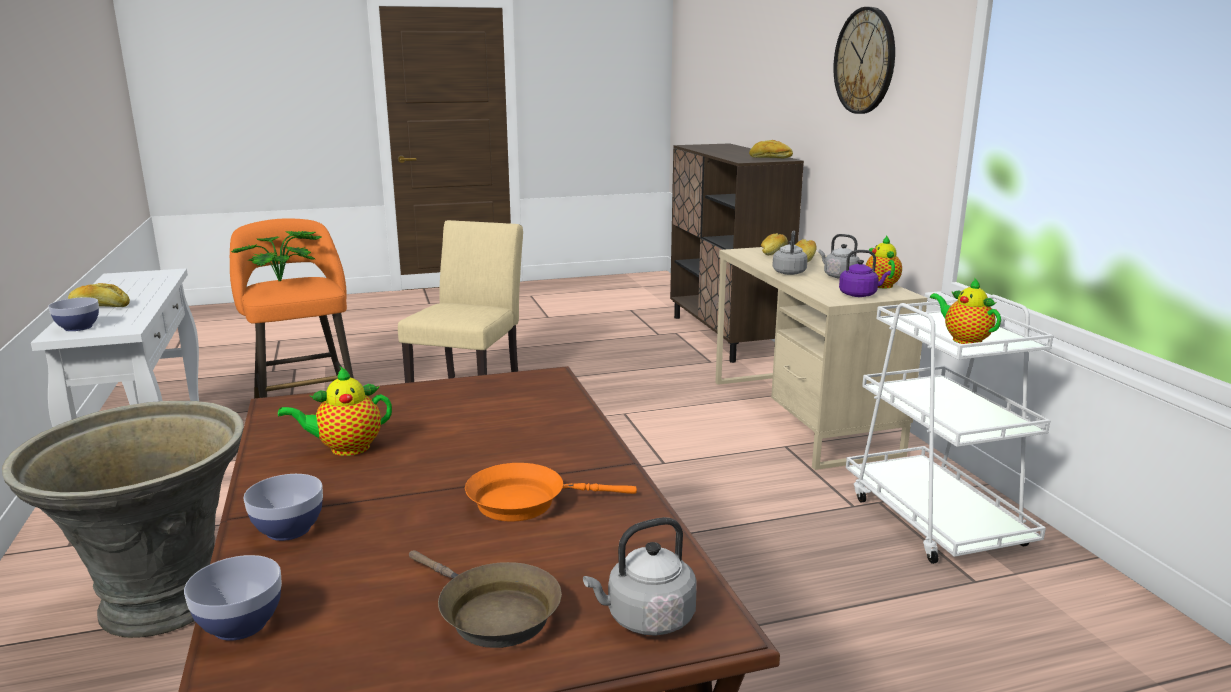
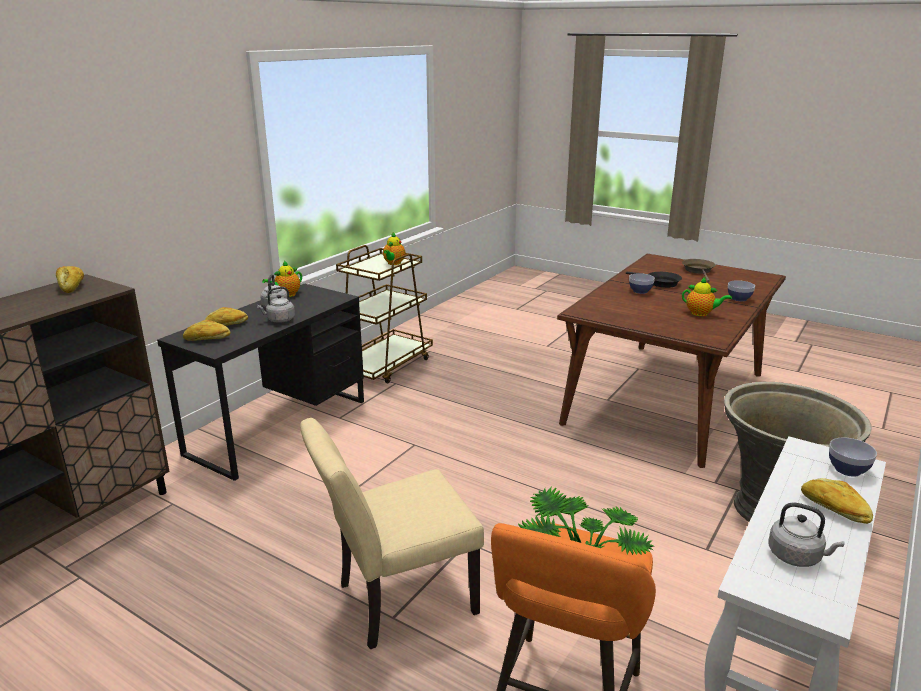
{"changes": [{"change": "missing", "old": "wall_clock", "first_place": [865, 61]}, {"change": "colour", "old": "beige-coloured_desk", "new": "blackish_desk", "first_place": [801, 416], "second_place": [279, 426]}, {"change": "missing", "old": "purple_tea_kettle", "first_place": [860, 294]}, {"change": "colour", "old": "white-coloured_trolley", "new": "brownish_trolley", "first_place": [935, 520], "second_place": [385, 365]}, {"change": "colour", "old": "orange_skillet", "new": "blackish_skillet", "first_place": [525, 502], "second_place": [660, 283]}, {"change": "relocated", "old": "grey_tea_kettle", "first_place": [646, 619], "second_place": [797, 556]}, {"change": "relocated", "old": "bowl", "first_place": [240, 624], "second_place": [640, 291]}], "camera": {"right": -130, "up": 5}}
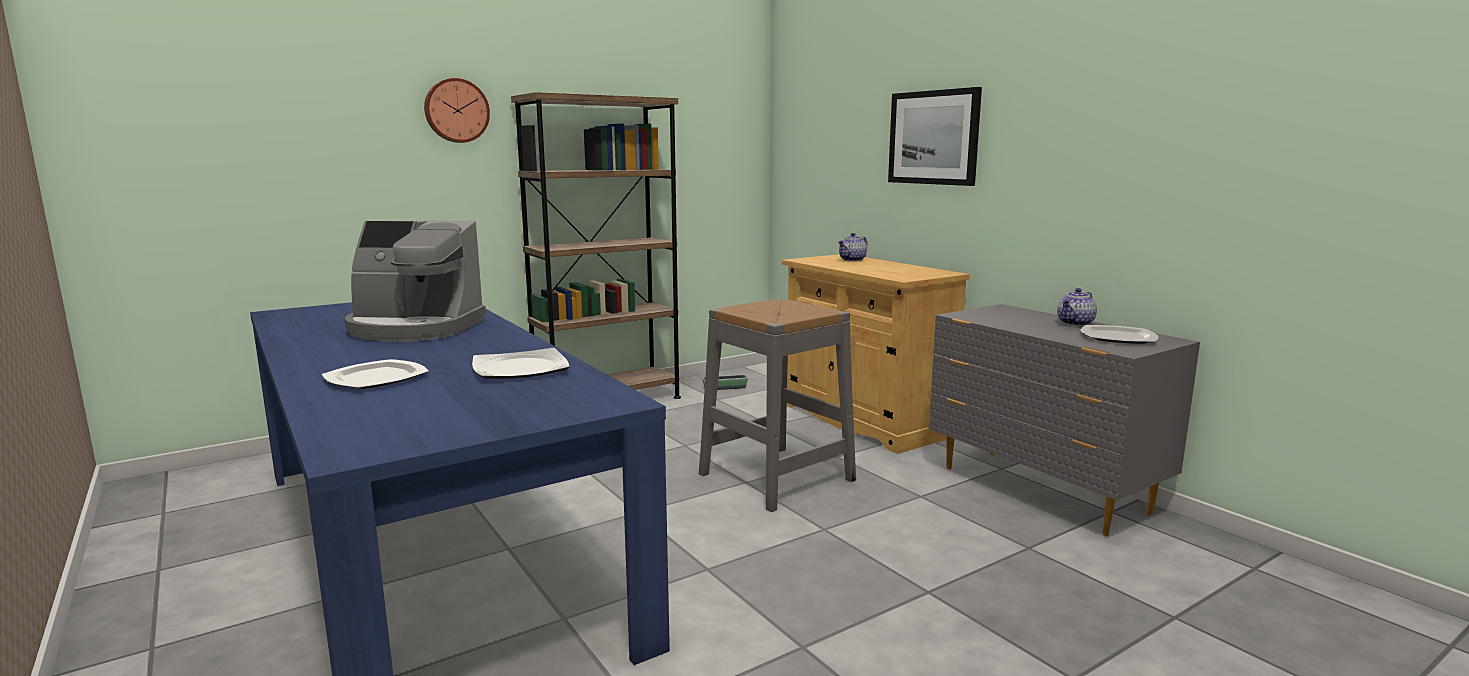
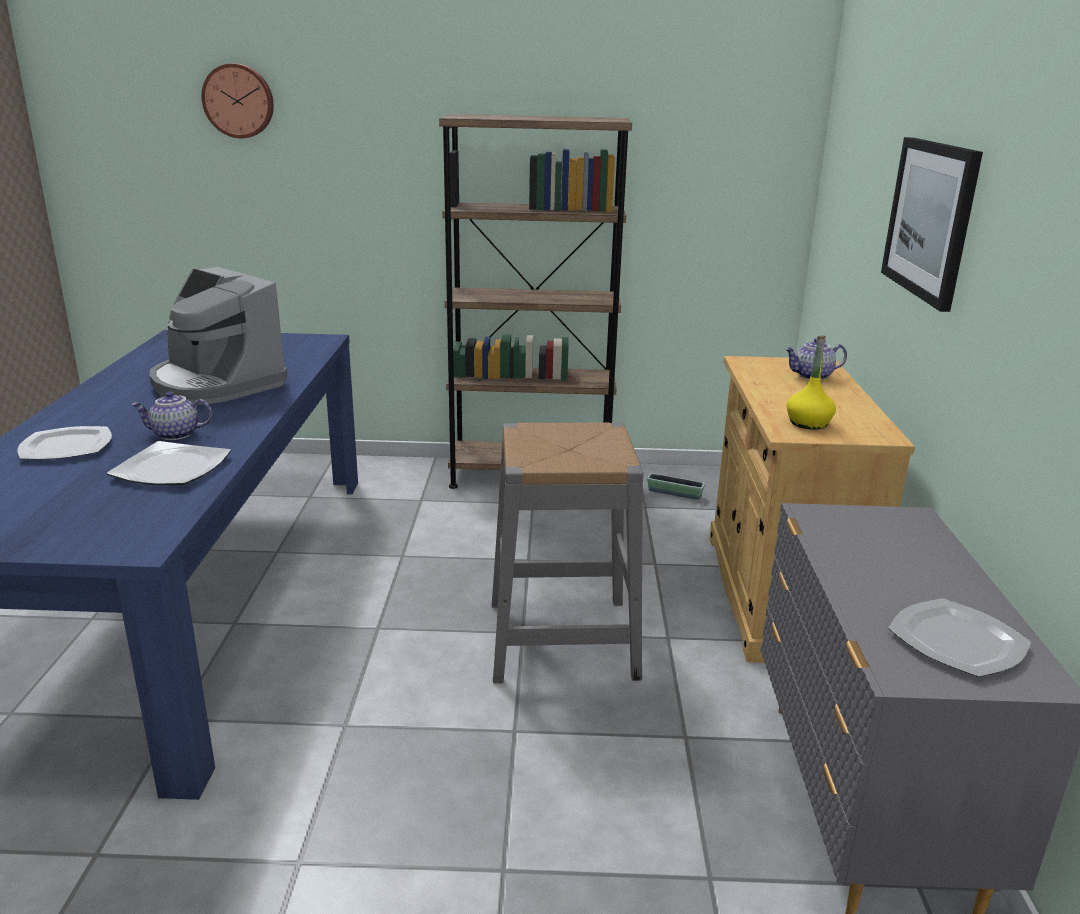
{"changes": [{"change": "relocated", "old": "wall_clock", "first_place": [456, 110], "second_place": [239, 101]}, {"change": "relocated", "old": "pot_for_tea", "first_place": [1076, 323], "second_place": [175, 435]}, {"change": "appeared", "new": "yellow-coloured_beverage_bottle", "second_place": [808, 423]}], "camera": {"right": 35, "up": 10}}
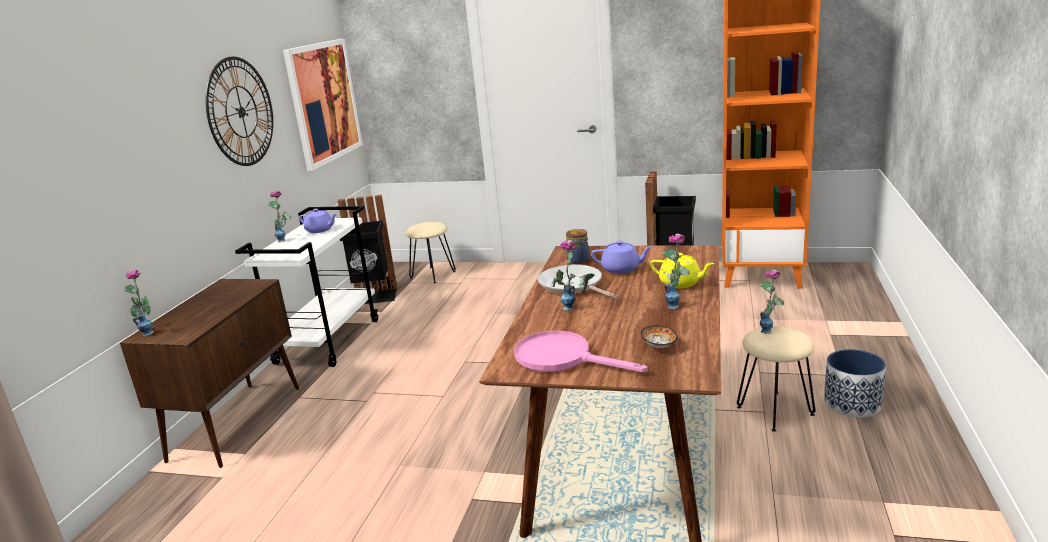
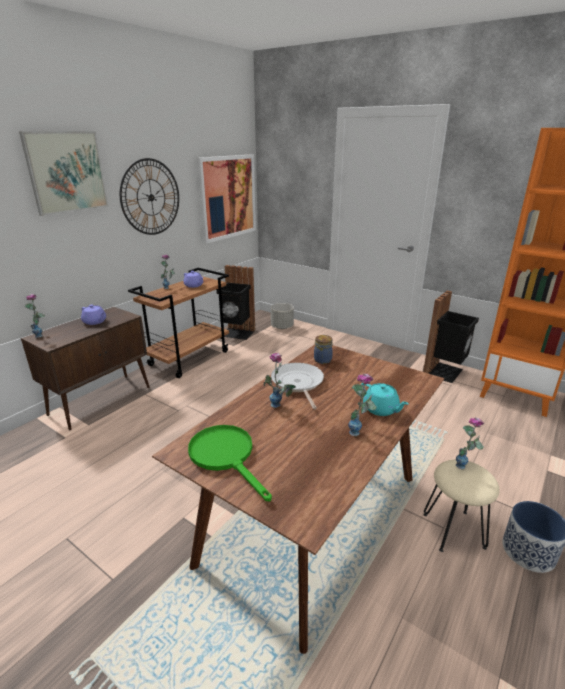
{"changes": [{"change": "colour", "old": "white-coloured_trolley", "new": "brownish_trolley", "first_place": [328, 341], "second_place": [189, 358]}, {"change": "exchanged", "old": "beige-coloured_sitting_stool", "new": "grey_planter", "first_place": [433, 274], "second_place": [282, 327]}, {"change": "relocated", "old": "purple_pot_for_tea", "first_place": [621, 269], "second_place": [95, 322]}, {"change": "colour", "old": "yellow-coloured_pot_for_tea", "new": "turquoise_pot_for_tea", "first_place": [681, 283], "second_place": [381, 409]}, {"change": "missing", "old": "bowl", "first_place": [659, 346]}, {"change": "colour", "old": "pinkish_skillet", "new": "green_skillet", "first_place": [563, 358], "second_place": [226, 456]}, {"change": "appeared", "new": "wall_picture", "second_place": [66, 172]}], "camera": {"right": 20, "up": 5}}
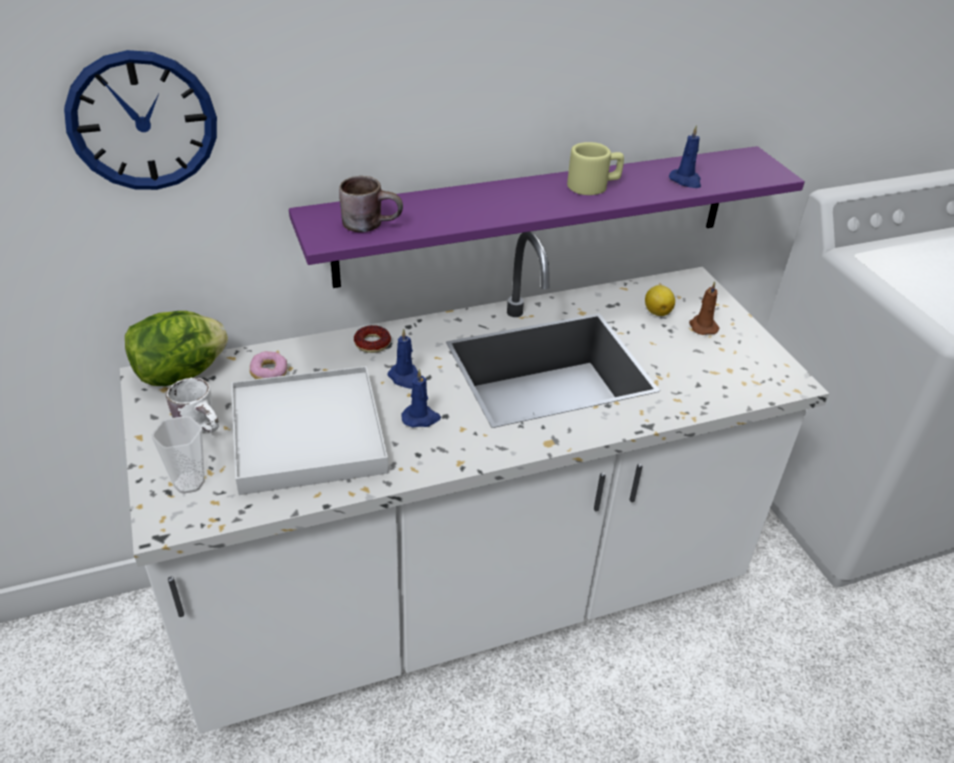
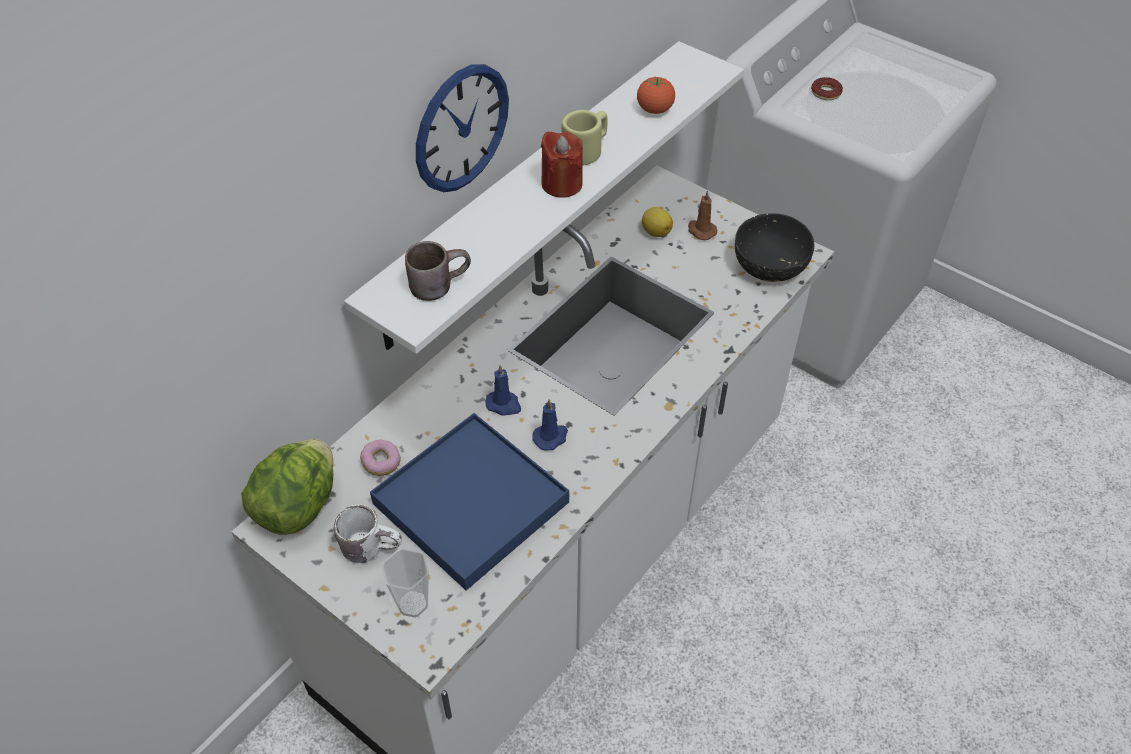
{"changes": [{"change": "relocated", "old": "wall_clock", "first_place": [142, 122], "second_place": [461, 128]}, {"change": "exchanged", "old": "bluish_wax_light", "new": "whole_tomato", "first_place": [685, 181], "second_place": [654, 110]}, {"change": "colour", "old": "purple_shelf", "new": "white-coloured_shelf", "first_place": [538, 215], "second_place": [532, 191]}, {"change": "relocated", "old": "doughnut", "first_place": [372, 343], "second_place": [825, 92]}, {"change": "colour", "old": "white-coloured_carrying_tray", "new": "bluish_carrying_tray", "first_place": [307, 434], "second_place": [470, 503]}, {"change": "appeared", "new": "red_wax_light", "second_place": [562, 184]}, {"change": "appeared", "new": "blackish_bowl", "second_place": [769, 265]}], "camera": {"right": -30, "up": 10}}
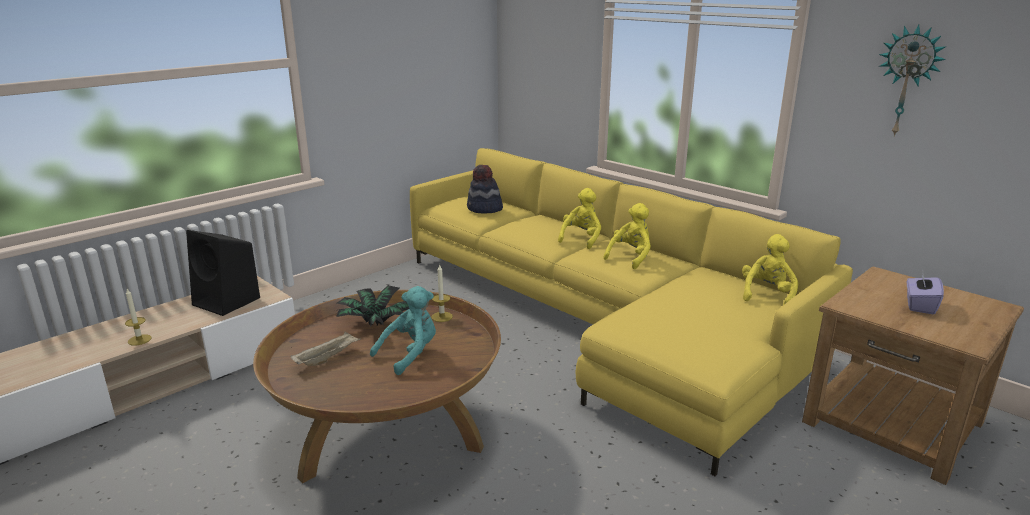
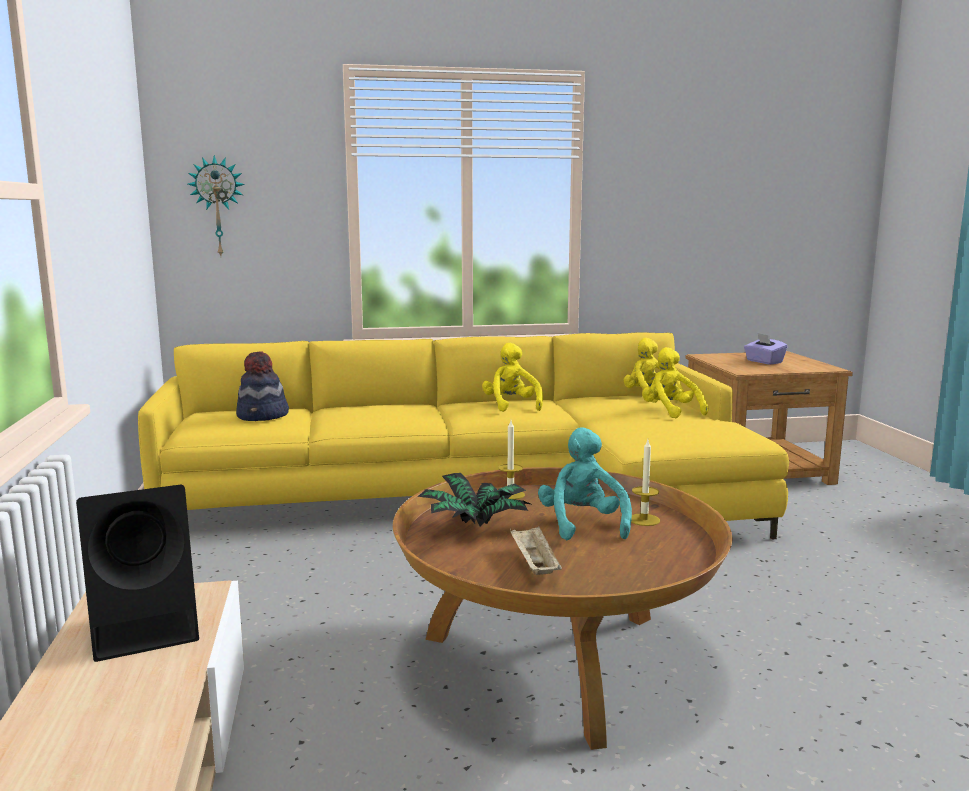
{"changes": [{"change": "relocated", "old": "wall_clock", "first_place": [907, 81], "second_place": [218, 207]}, {"change": "relocated", "old": "yellow-coloured_plush_toy", "first_place": [581, 239], "second_place": [670, 412]}, {"change": "relocated", "old": "wax_light", "first_place": [139, 340], "second_place": [644, 520]}], "camera": {"right": -55, "up": -10}}
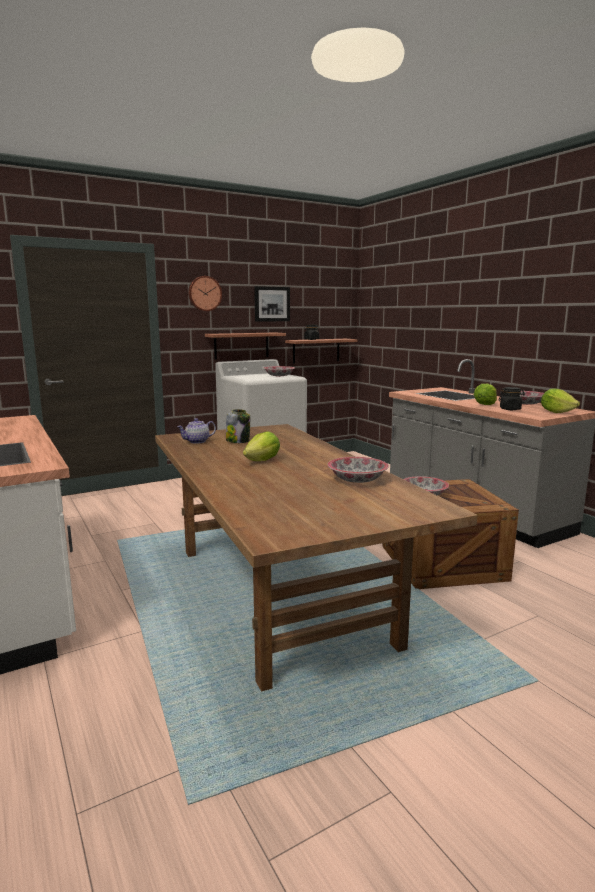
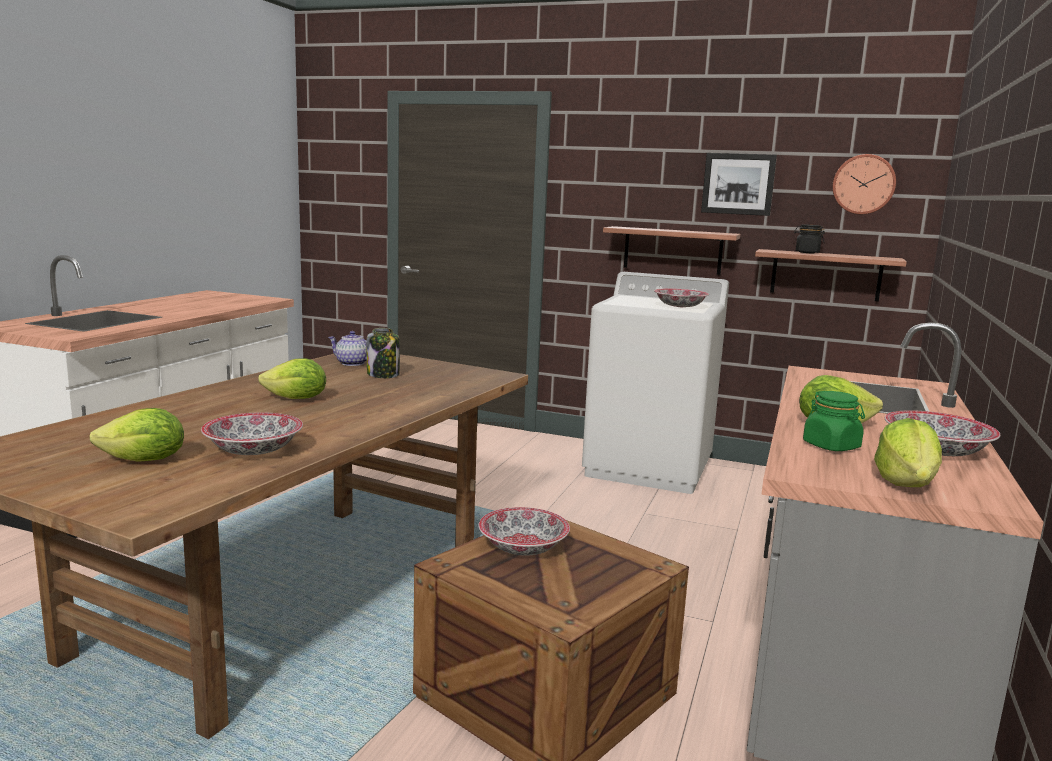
{"changes": [{"change": "relocated", "old": "wall_clock", "first_place": [204, 293], "second_place": [863, 184]}, {"change": "colour", "old": "blackish_jar", "new": "green_jar", "first_place": [510, 409], "second_place": [831, 446]}, {"change": "appeared", "new": "lettuce", "second_place": [144, 461]}], "camera": {"right": 50, "up": 0}}
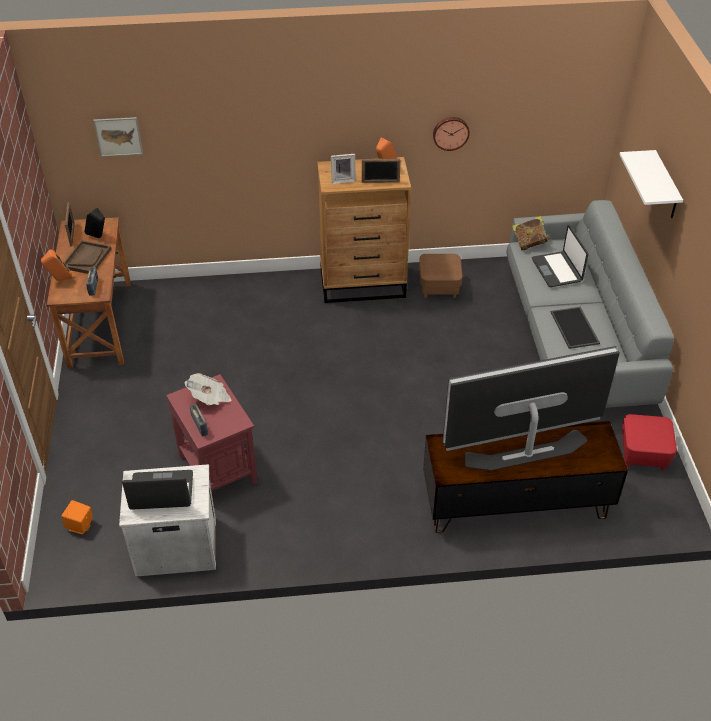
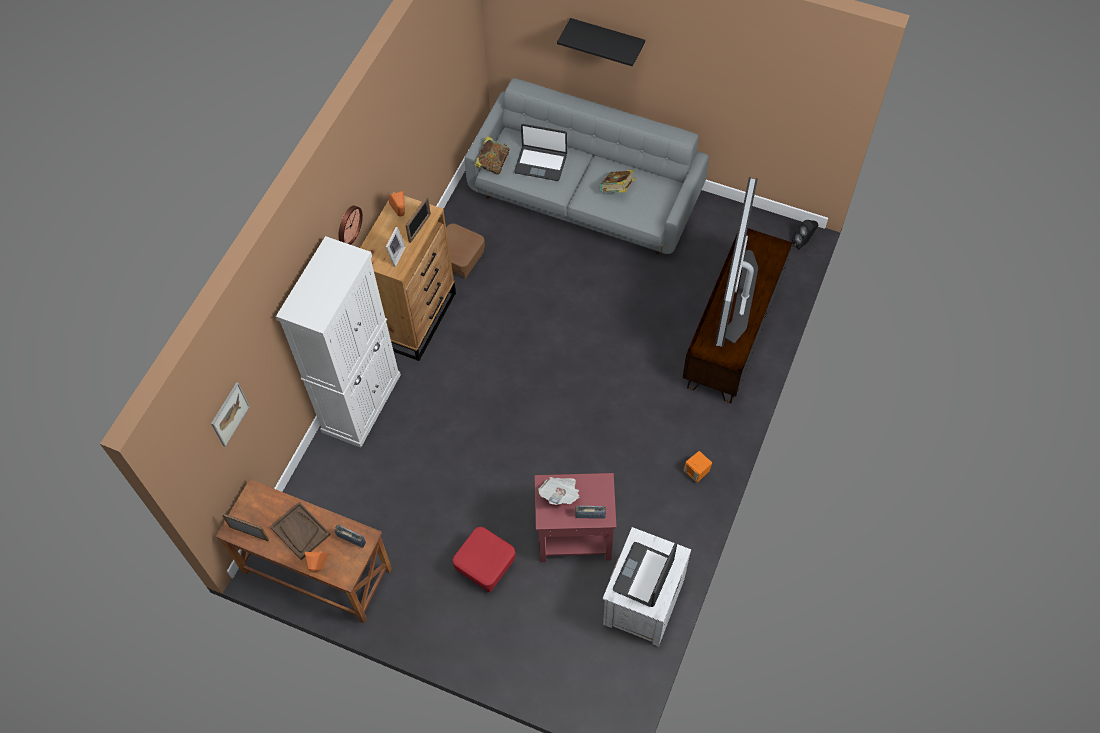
{"changes": [{"change": "relocated", "old": "wall_clock", "first_place": [450, 132], "second_place": [348, 225]}, {"change": "colour", "old": "white-coloured_shelf", "new": "blackish_shelf", "first_place": [665, 186], "second_place": [607, 39]}, {"change": "relocated", "old": "blackish_loudspeaker", "first_place": [99, 237], "second_place": [803, 243]}, {"change": "exchanged", "old": "carrying_tray", "new": "bound_book", "first_place": [575, 328], "second_place": [617, 190]}, {"change": "relocated", "old": "red_pouffe", "first_place": [643, 454], "second_place": [485, 567]}, {"change": "relocated", "old": "orange_loudspeaker", "first_place": [80, 526], "second_place": [696, 472]}, {"change": "appeared", "new": "white-coloured_cupboard", "second_place": [361, 403]}], "camera": {"right": -60, "up": 15}}
